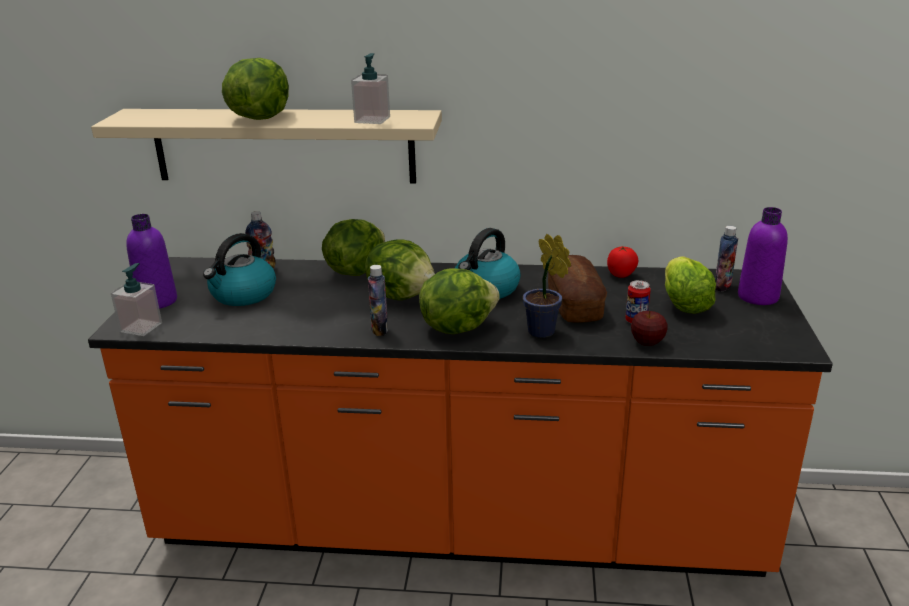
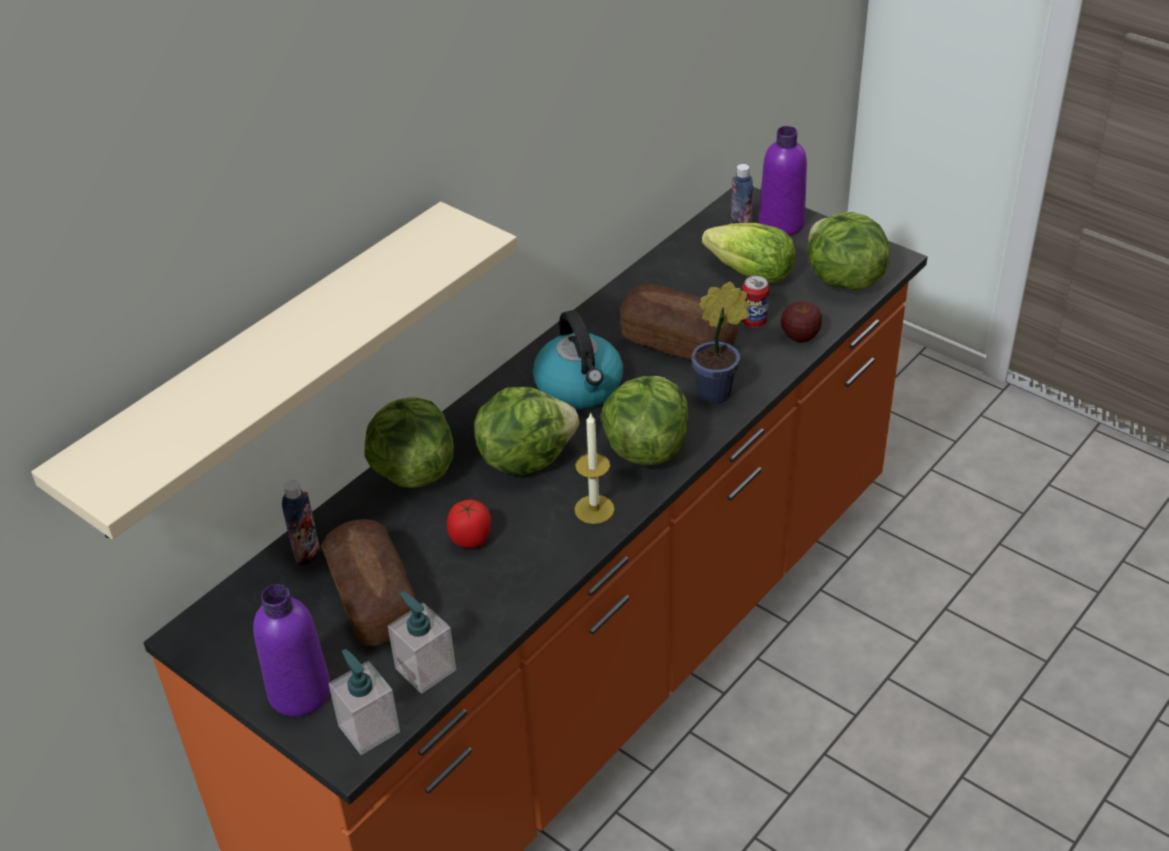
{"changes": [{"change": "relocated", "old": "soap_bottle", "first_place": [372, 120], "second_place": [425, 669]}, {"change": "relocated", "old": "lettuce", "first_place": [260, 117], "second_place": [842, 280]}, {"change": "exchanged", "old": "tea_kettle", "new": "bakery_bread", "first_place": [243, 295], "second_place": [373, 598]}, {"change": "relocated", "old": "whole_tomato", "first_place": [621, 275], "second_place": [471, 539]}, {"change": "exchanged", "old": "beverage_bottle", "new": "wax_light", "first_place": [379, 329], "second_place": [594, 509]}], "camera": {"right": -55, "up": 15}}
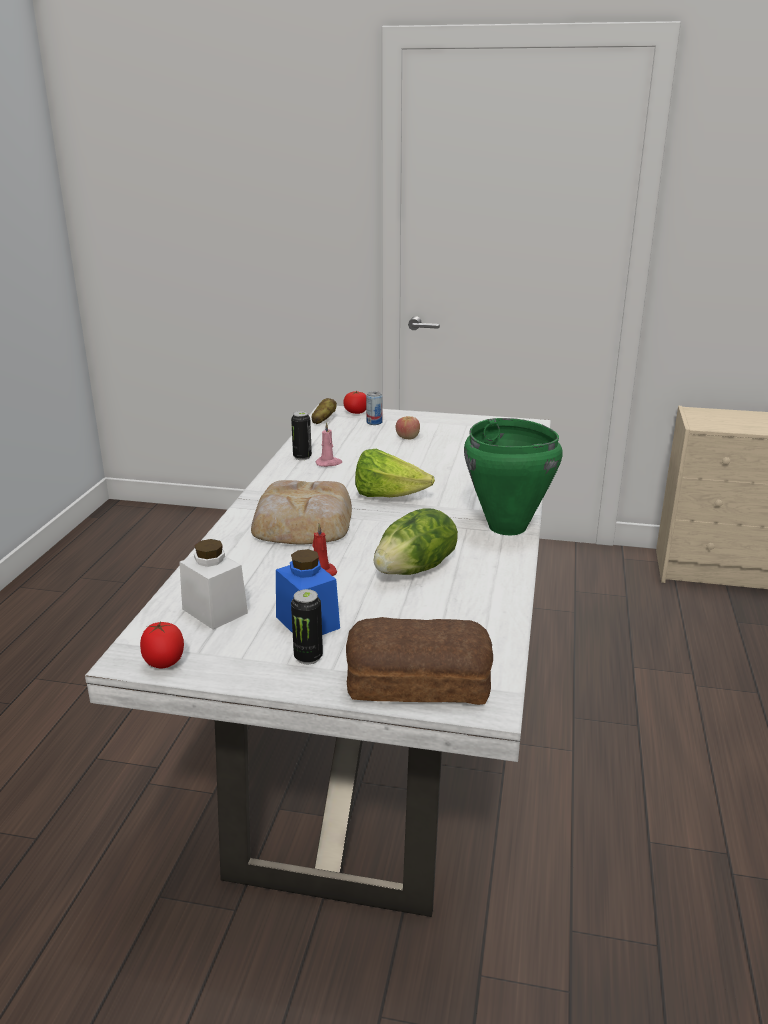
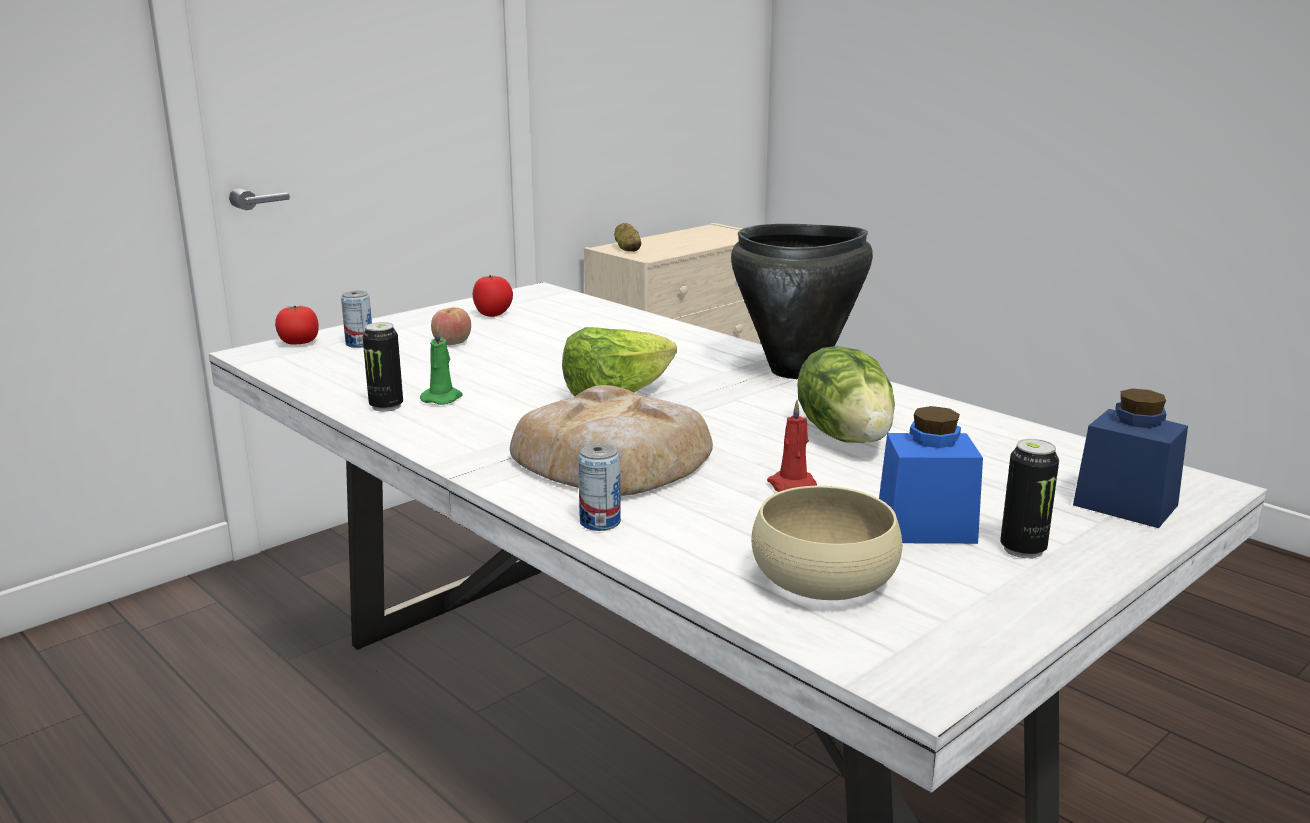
{"changes": [{"change": "relocated", "old": "spud", "first_place": [323, 420], "second_place": [627, 249]}, {"change": "colour", "old": "green_cooking_pot", "new": "blackish_cooking_pot", "first_place": [507, 527], "second_place": [797, 371]}, {"change": "colour", "old": "pinkish_wax_light", "new": "green_wax_light", "first_place": [329, 463], "second_place": [443, 398]}, {"change": "exchanged", "old": "white-coloured_jar", "new": "beige-coloured_bowl", "first_place": [215, 611], "second_place": [824, 579]}, {"change": "exchanged", "old": "bakery_bread", "new": "bluish_jar", "first_place": [416, 679], "second_place": [1125, 505]}, {"change": "relocated", "old": "whole_tomato", "first_place": [164, 663], "second_place": [493, 315]}, {"change": "appeared", "new": "sealed_can", "second_place": [600, 522]}], "camera": {"right": -55, "up": -5}}
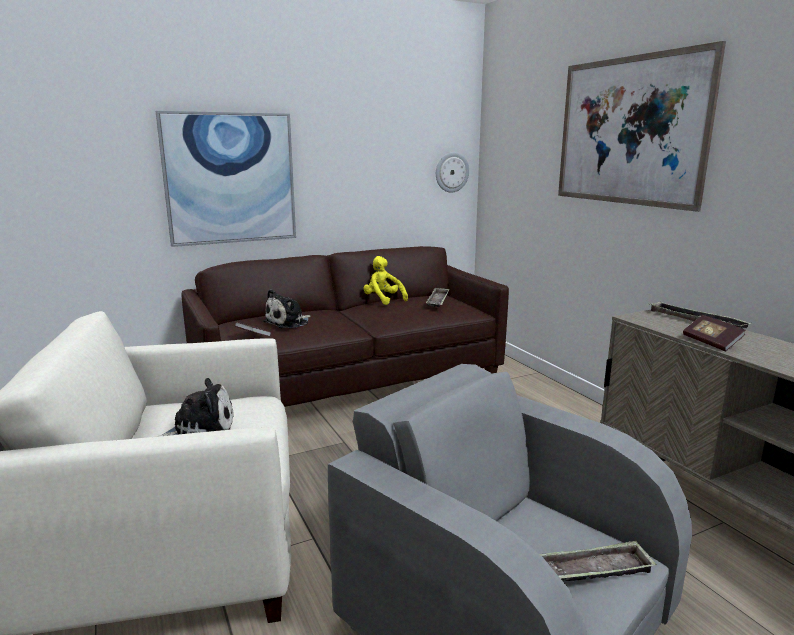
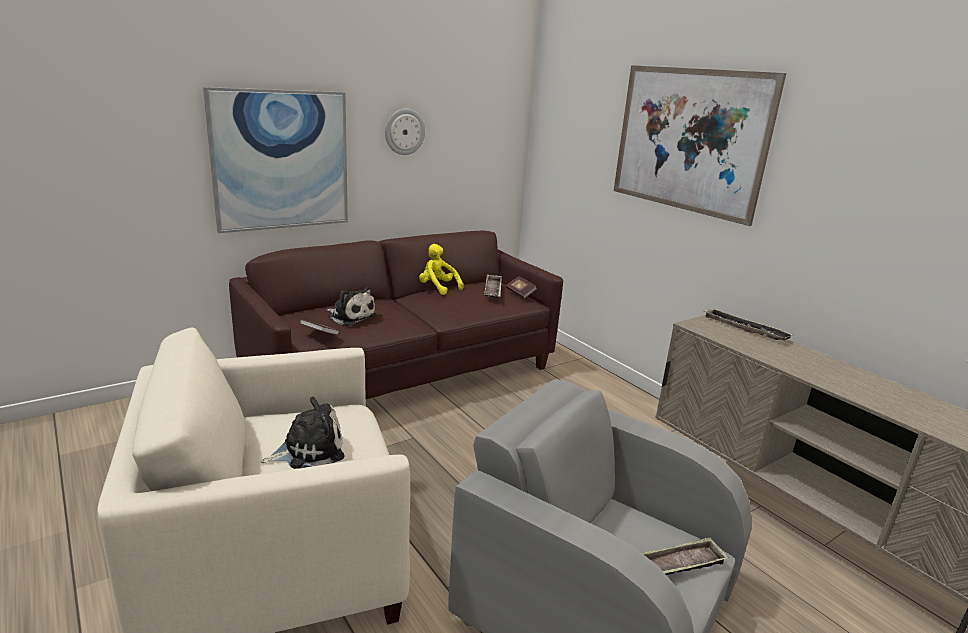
{"changes": [{"change": "relocated", "old": "wall_clock", "first_place": [451, 172], "second_place": [404, 131]}, {"change": "spun", "old": "plush_toy", "first_place": [288, 322], "second_place": [350, 316], "degrees": -90}, {"change": "relocated", "old": "bound_book", "first_place": [711, 342], "second_place": [520, 293]}], "camera": {"right": -10, "up": 5}}
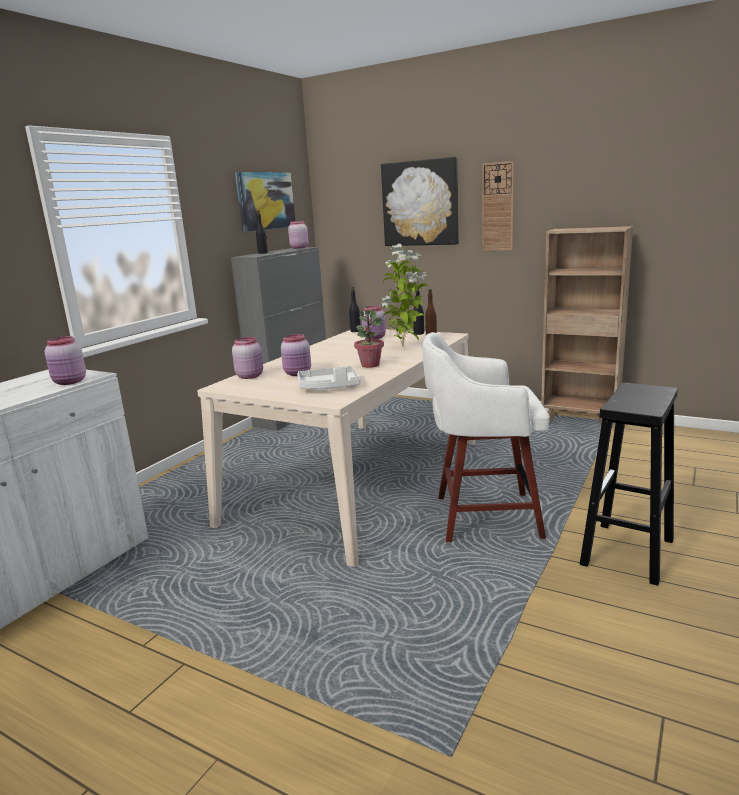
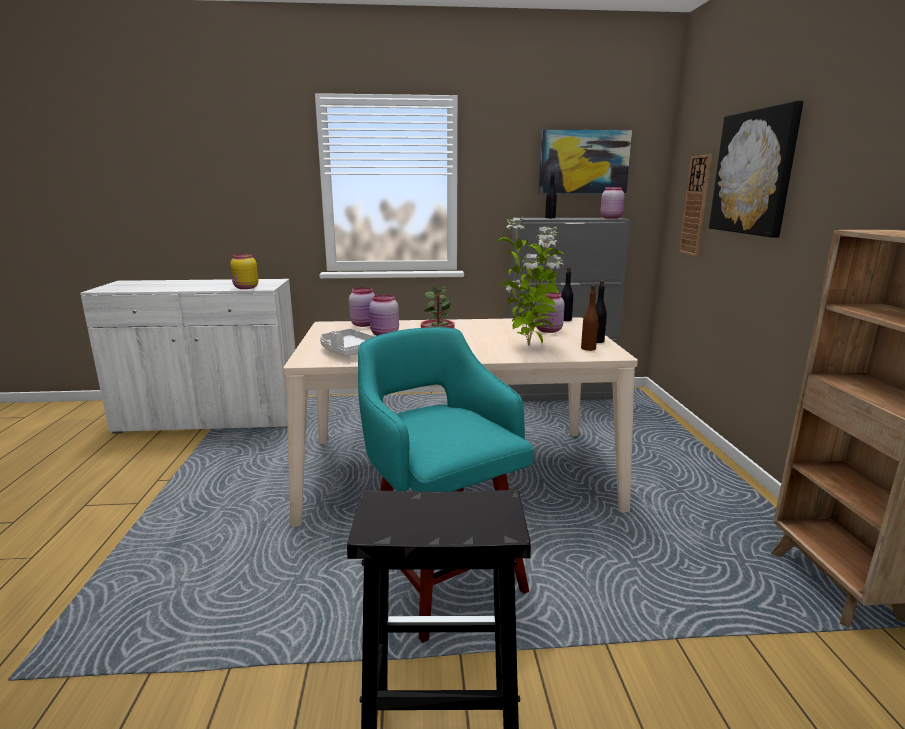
{"changes": [{"change": "relocated", "old": "wall_clock", "first_place": [498, 207], "second_place": [696, 206]}, {"change": "colour", "old": "white-coloured_sitting_stool", "new": "turquoise_sitting_stool", "first_place": [483, 517], "second_place": [442, 576]}, {"change": "colour", "old": "pinkish_jar", "new": "yellow-coloured_jar", "first_place": [70, 382], "second_place": [245, 288]}], "camera": {"right": 55, "up": 0}}
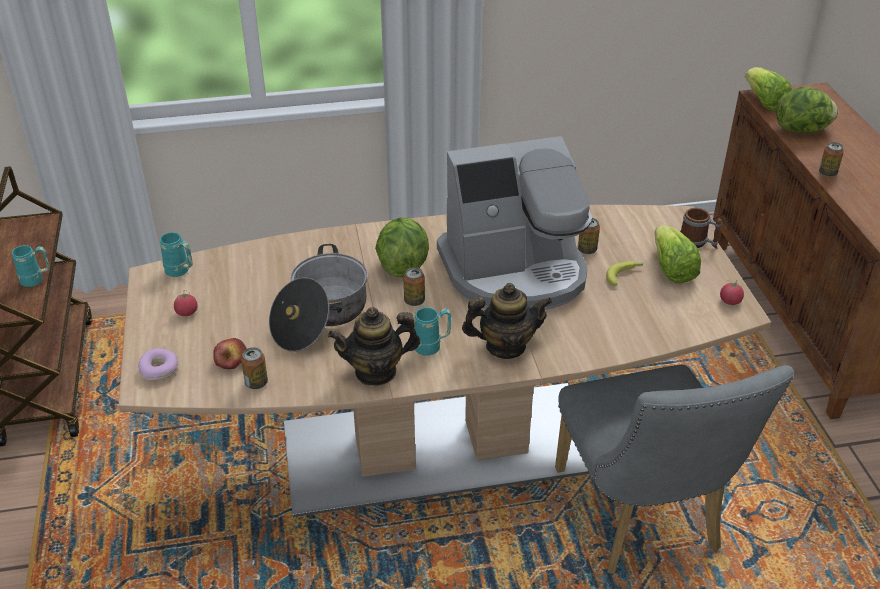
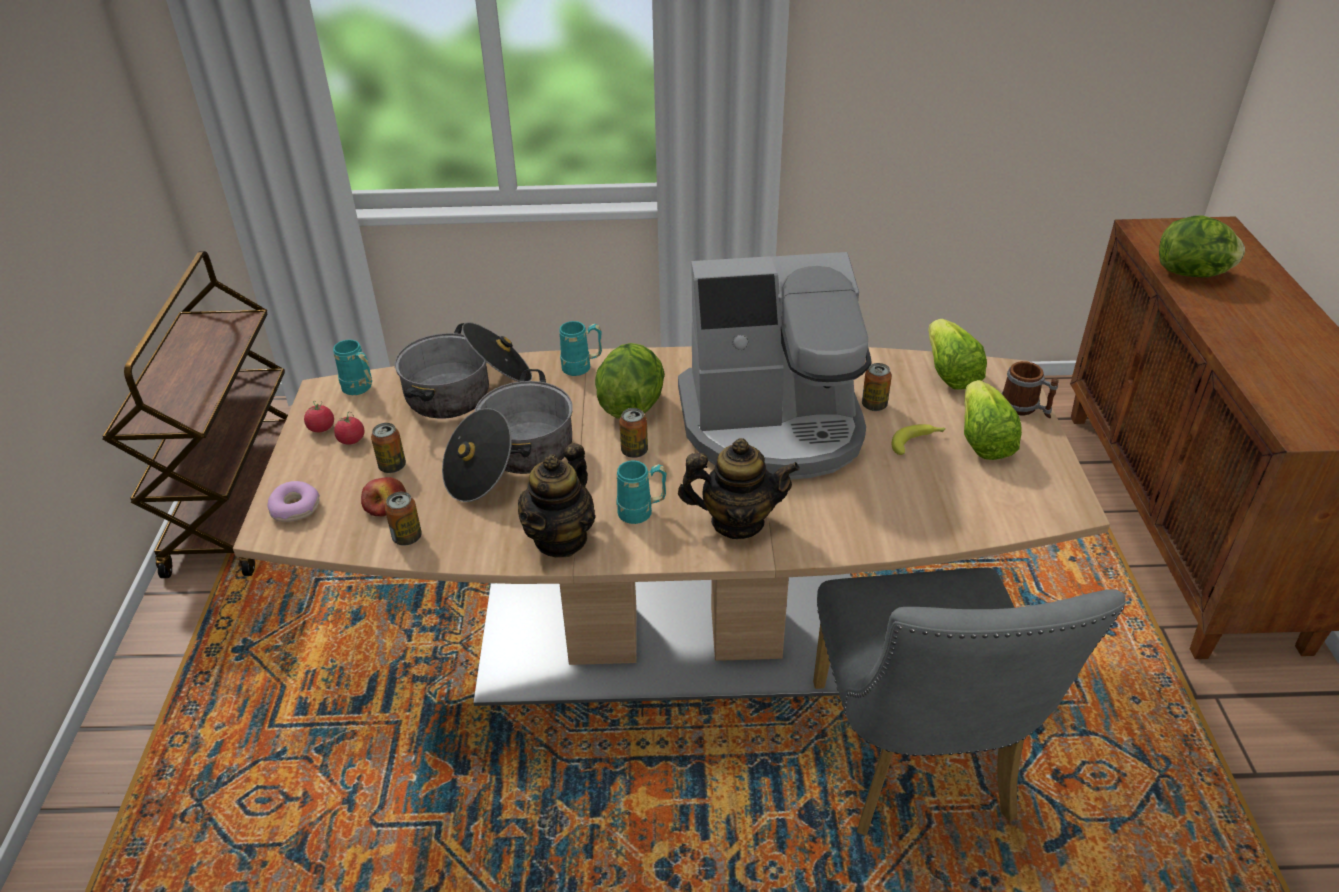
{"changes": [{"change": "relocated", "old": "lettuce", "first_place": [763, 102], "second_place": [949, 373]}, {"change": "relocated", "old": "sealed_can", "first_place": [827, 173], "second_place": [392, 466]}, {"change": "relocated", "old": "turquoise_coffee_mug", "first_place": [36, 280], "second_place": [582, 368]}, {"change": "relocated", "old": "whole_tomato", "first_place": [730, 301], "second_place": [321, 428]}, {"change": "spun", "old": "pot_for_tea", "first_place": [376, 371], "second_place": [561, 538], "degrees": -60}, {"change": "appeared", "new": "cooking_pot", "second_place": [467, 390]}], "camera": {"right": 10, "up": 0}}
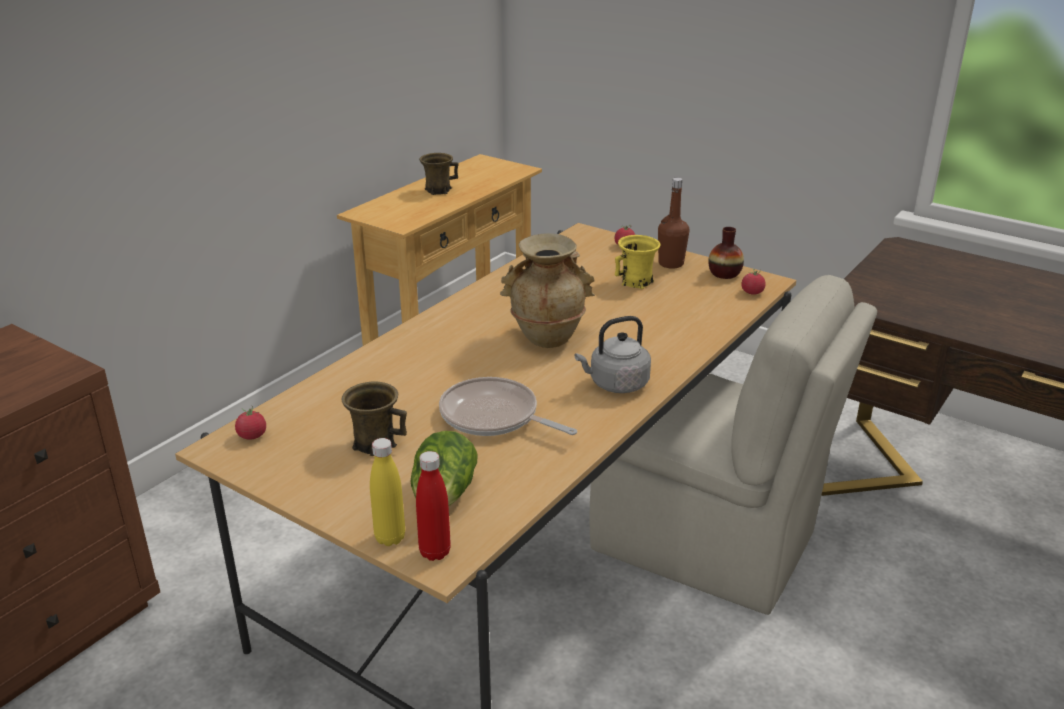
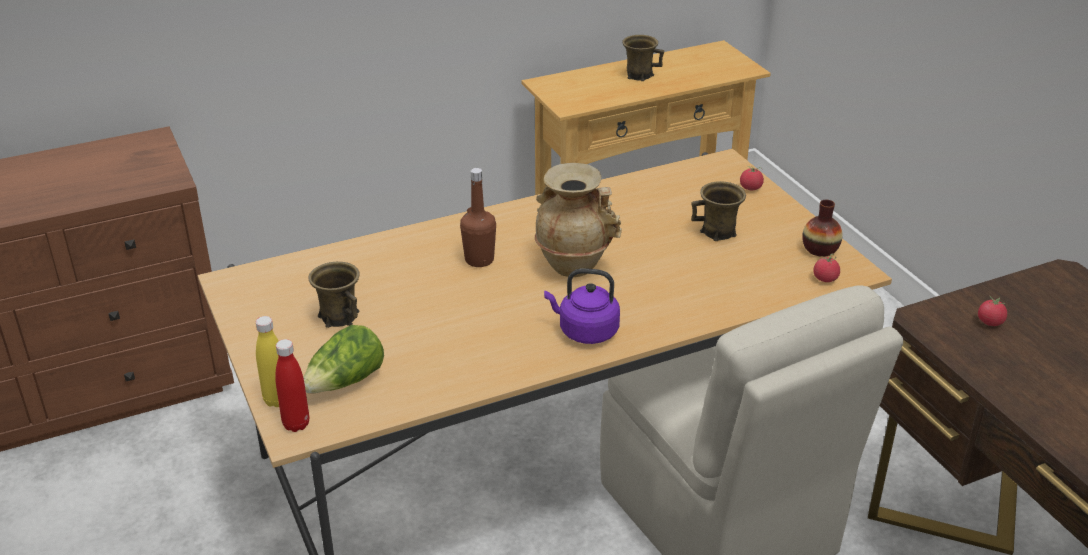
{"changes": [{"change": "relocated", "old": "brownish_beverage_bottle", "first_place": [671, 263], "second_place": [479, 260]}, {"change": "colour", "old": "yellow-coloured_coffee_mug", "new": "brownish_coffee_mug", "first_place": [636, 282], "second_place": [718, 232]}, {"change": "colour", "old": "grey_tea_kettle", "new": "purple_tea_kettle", "first_place": [616, 384], "second_place": [585, 331]}, {"change": "missing", "old": "skillet", "first_place": [494, 417]}, {"change": "relocated", "old": "whole_tomato", "first_place": [252, 436], "second_place": [990, 322]}], "camera": {"right": 30, "up": 5}}
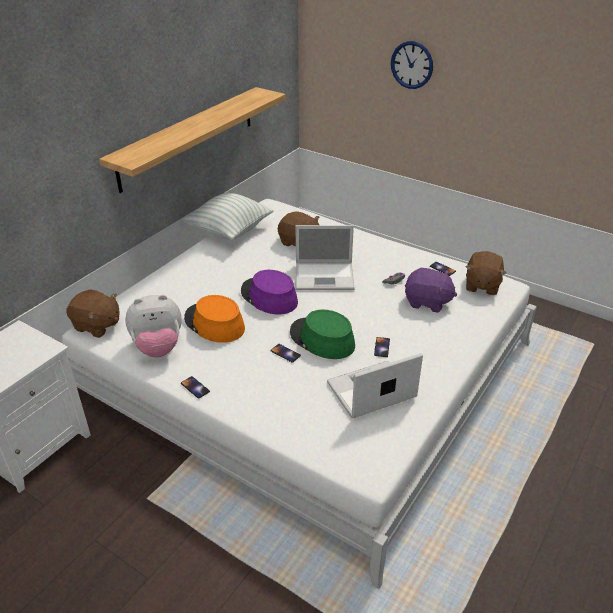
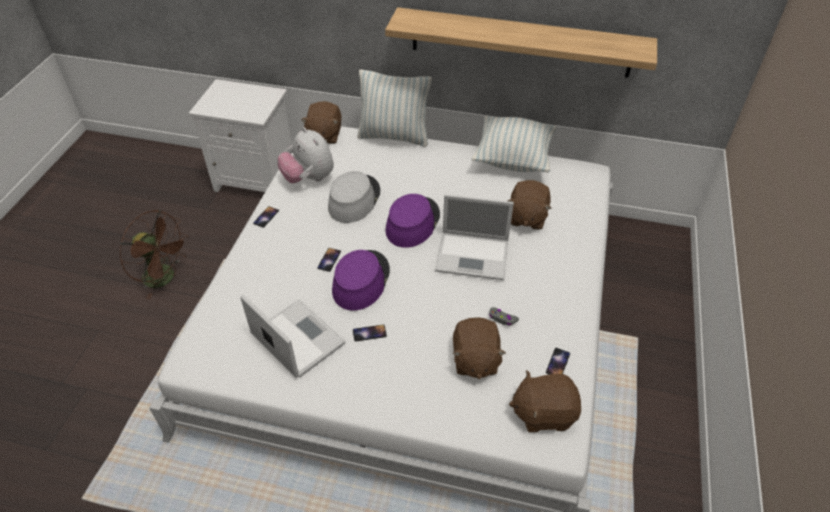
{"changes": [{"change": "missing", "old": "wall_clock", "first_place": [412, 65]}, {"change": "spun", "old": "laptop", "first_place": [325, 276], "second_place": [474, 256], "degrees": -60}, {"change": "colour", "old": "purple_plush_toy", "new": "brownish_plush_toy", "first_place": [427, 302], "second_place": [475, 359]}, {"change": "colour", "old": "orange_hat", "new": "grey_hat", "first_place": [214, 323], "second_place": [354, 199]}, {"change": "colour", "old": "green_hat", "new": "purple_hat", "first_place": [322, 339], "second_place": [361, 280]}, {"change": "appeared", "new": "throw_pillow", "second_place": [394, 136]}, {"change": "appeared", "new": "brownish_fan", "second_place": [165, 278]}], "camera": {"right": 70, "up": 10}}
